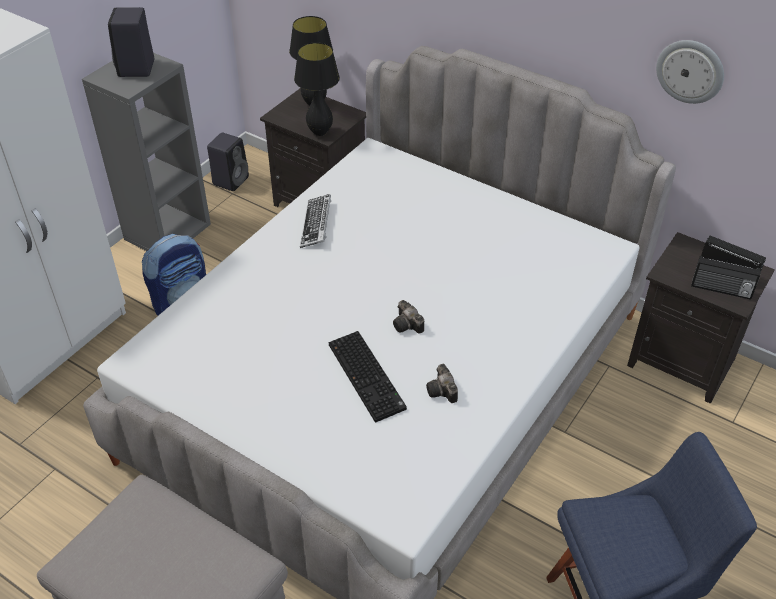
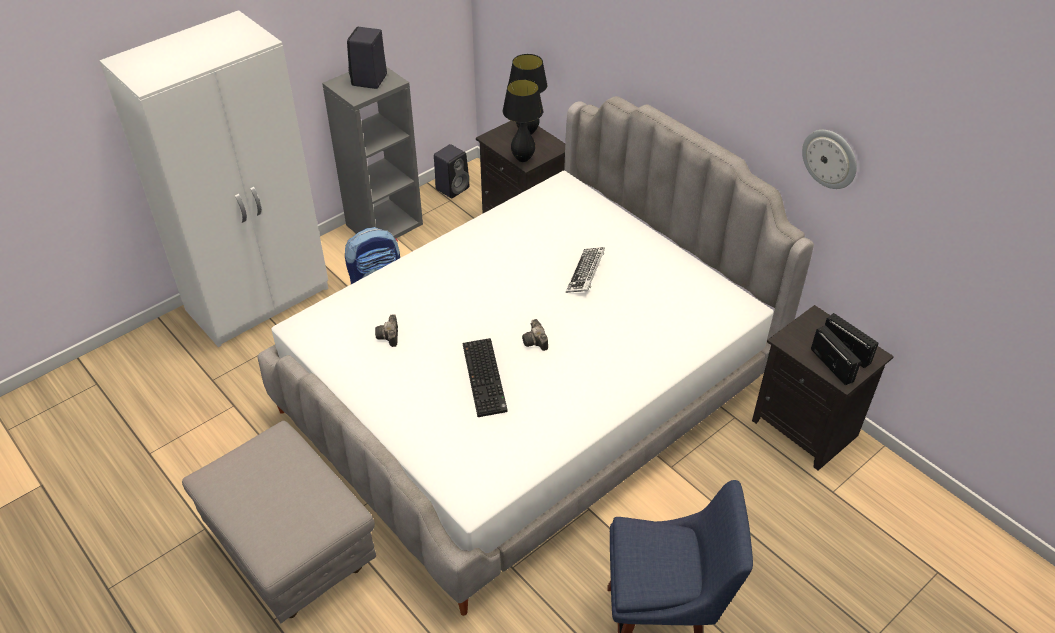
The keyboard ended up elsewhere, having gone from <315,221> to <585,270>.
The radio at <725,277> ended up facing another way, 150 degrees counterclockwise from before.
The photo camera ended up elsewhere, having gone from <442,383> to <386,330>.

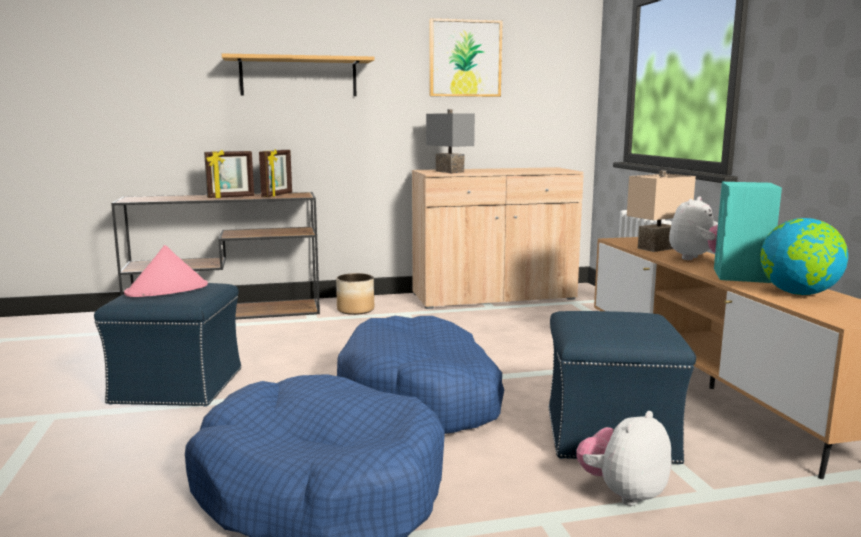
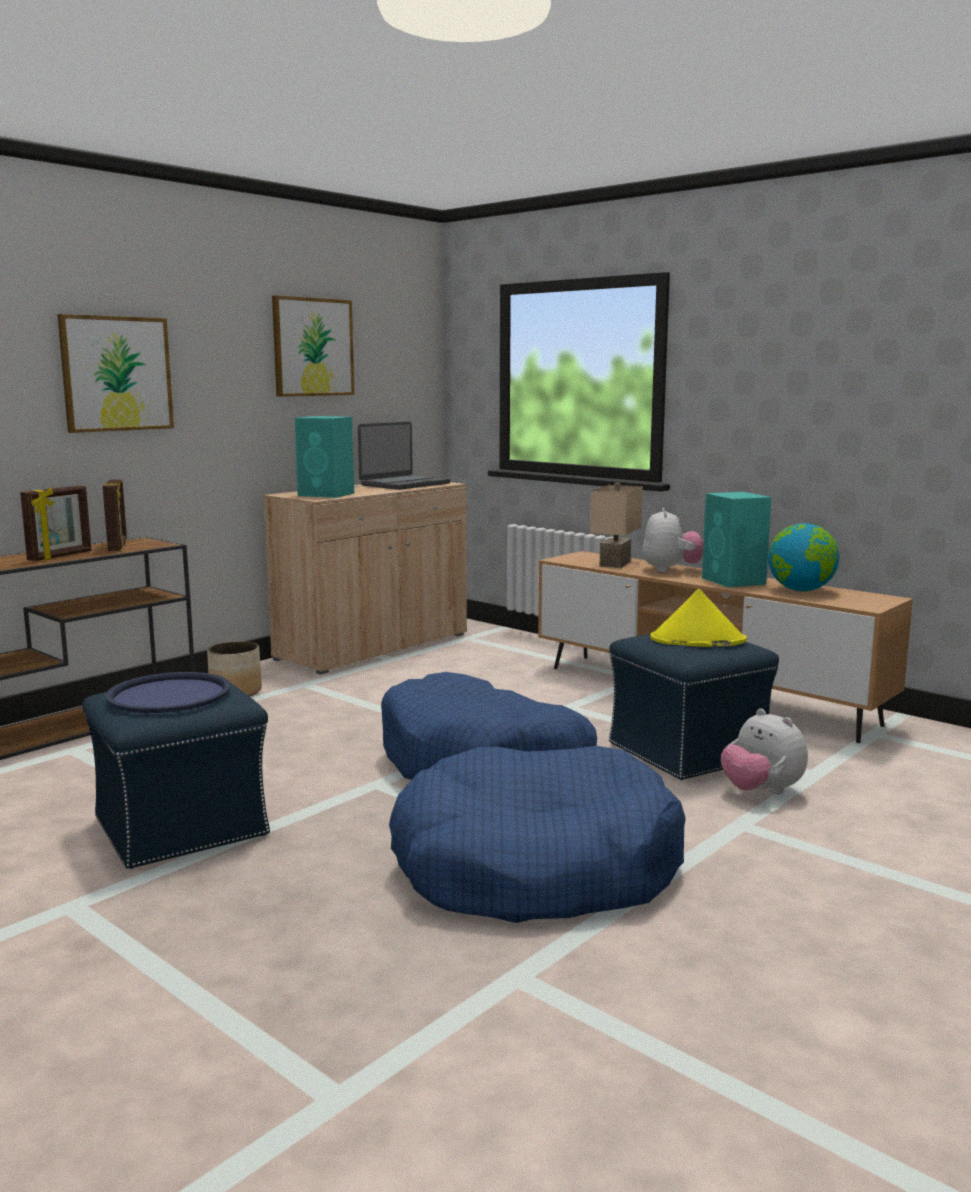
Where the shelf hung at <298,74>, the picture came to hang at <115,373>.
Where the table lamp/grey stood at <450,141>, the speaker/turquoise came to stand at <324,457>.
Where the hat/pink stood at <166,271>, the tray/blue came to stand at <168,692>.
The plush toy at <624,458> ended up facing another way, 45 degrees counterclockwise from before.
The second view gained the laptop at <404,456>.
The second view gained the hat/yellow at <698,618>.

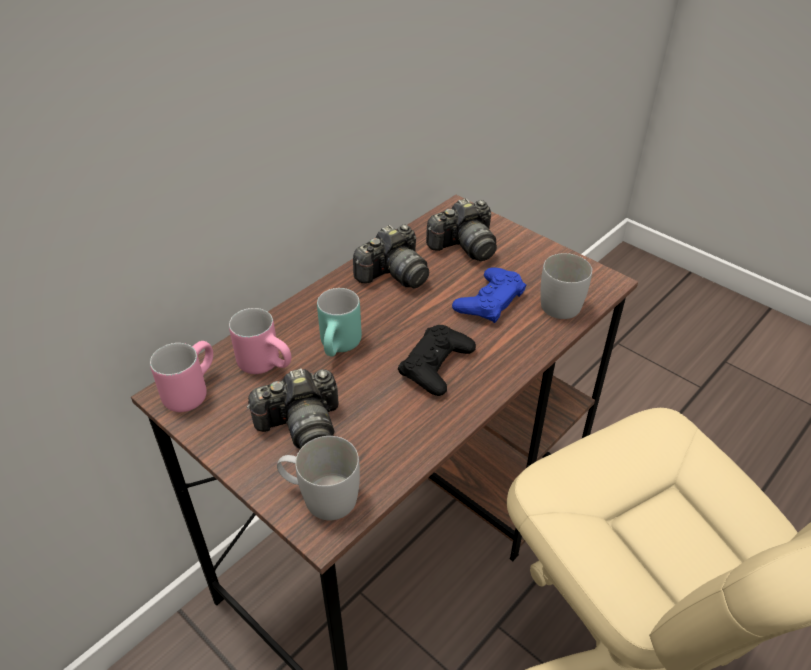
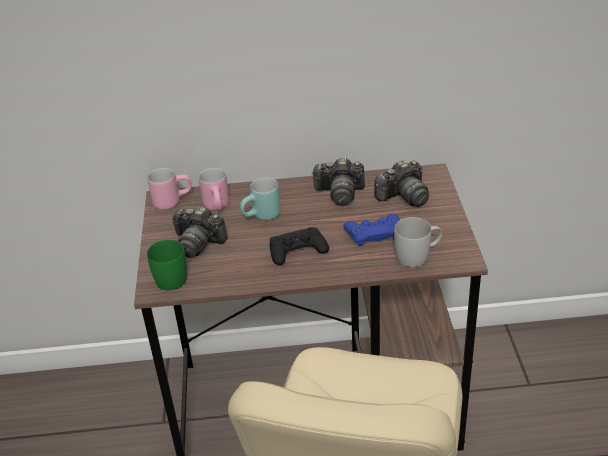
The photo camera at <461,229> ended up facing another way, 45 degrees counterclockwise from before.
What was the mug/white at <318,478> turned into the mug/green at <167,265>.

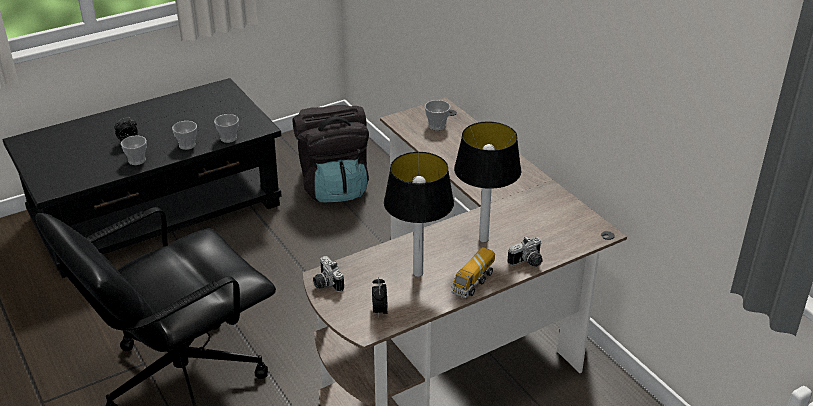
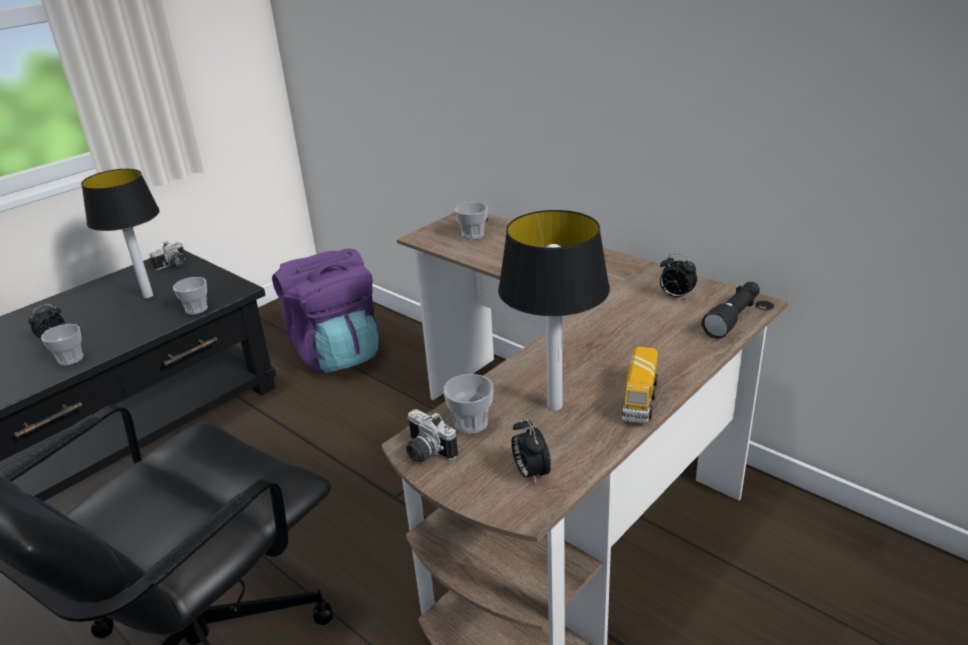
What was the backpack/black at <331,153> turned into the backpack/purple at <325,310>.
The cup ended up elsewhere, having gone from <184,135> to <468,404>.
The table lamp ended up elsewhere, having gone from <488,181> to <120,233>.
The photo camera ended up elsewhere, having gone from <525,251> to <167,255>.
The second view gained the alarm clock at <678,276>.
The second view gained the flashlight/black at <731,310>.

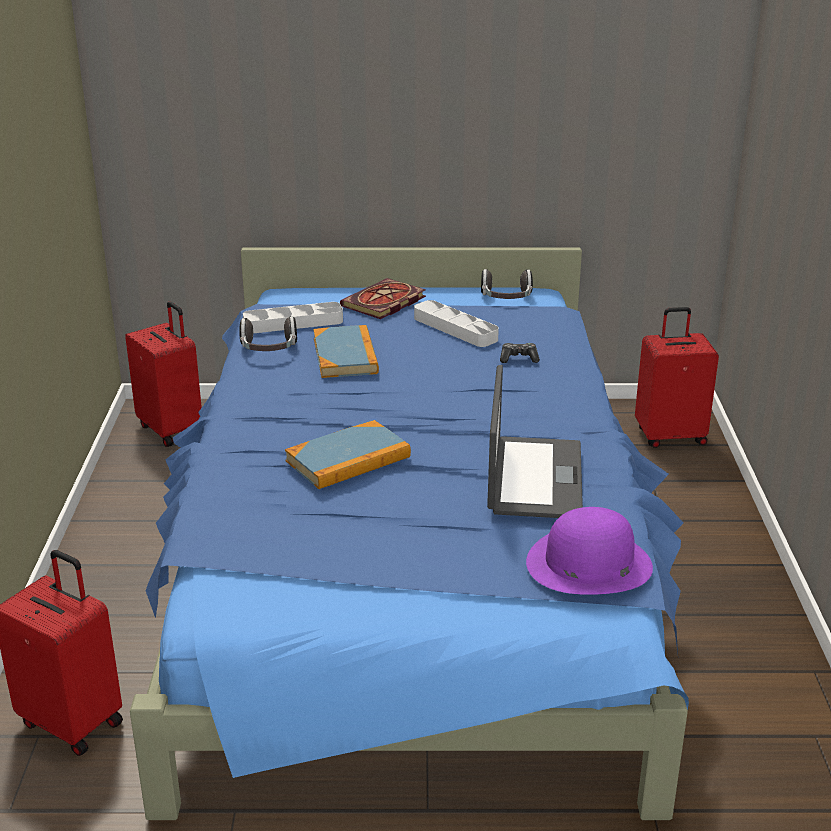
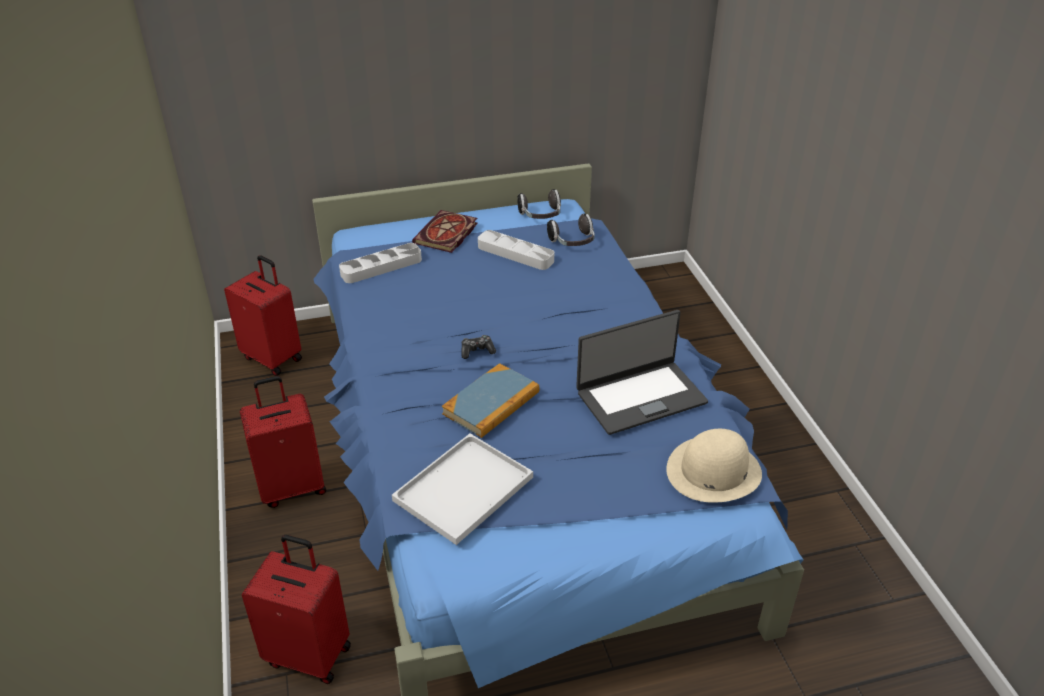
The suitcase/red ended up elsewhere, having gone from <677,377> to <283,442>.
The headphones ended up elsewhere, having gone from <268,333> to <571,230>.
The second view lost the book at <346,351>.
The game controller ended up elsewhere, having gone from <520,353> to <478,347>.
The laptop at <535,441> ended up facing another way, 75 degrees clockwise from before.
What was the hat/purple at <589,551> turned into the hat/beige at <714,466>.
The second view gained the tray/white at <462,489>.

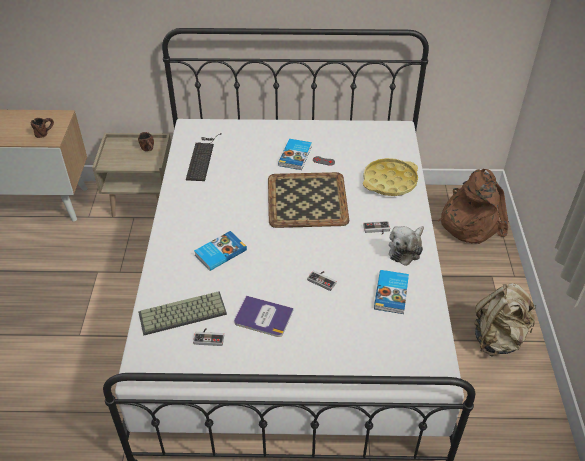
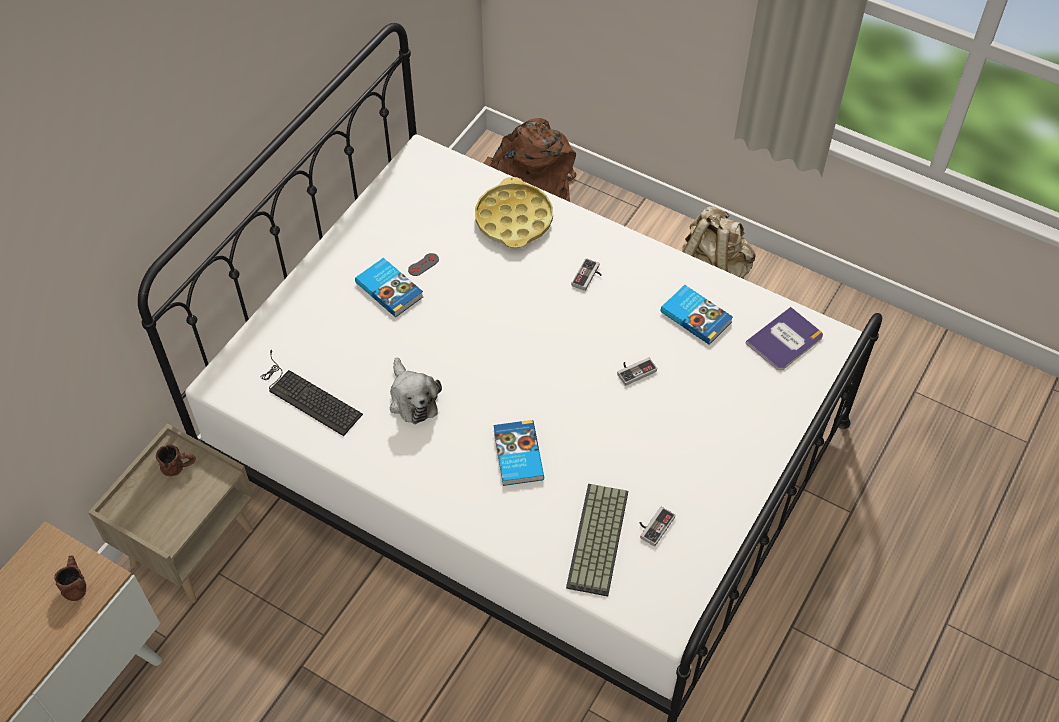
The second view lost the tray at <308,200>.
The plush toy ended up elsewhere, having gone from <406,246> to <416,391>.
The book ended up elsewhere, having gone from <264,316> to <784,338>.

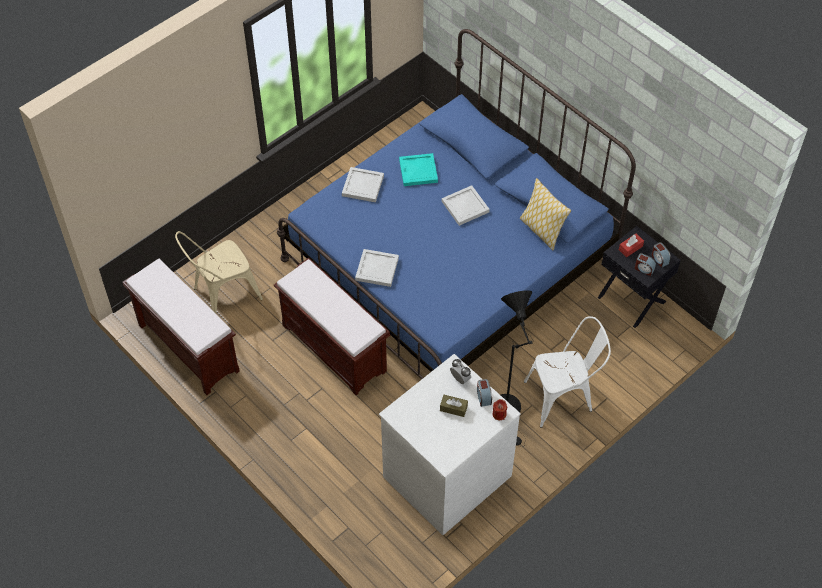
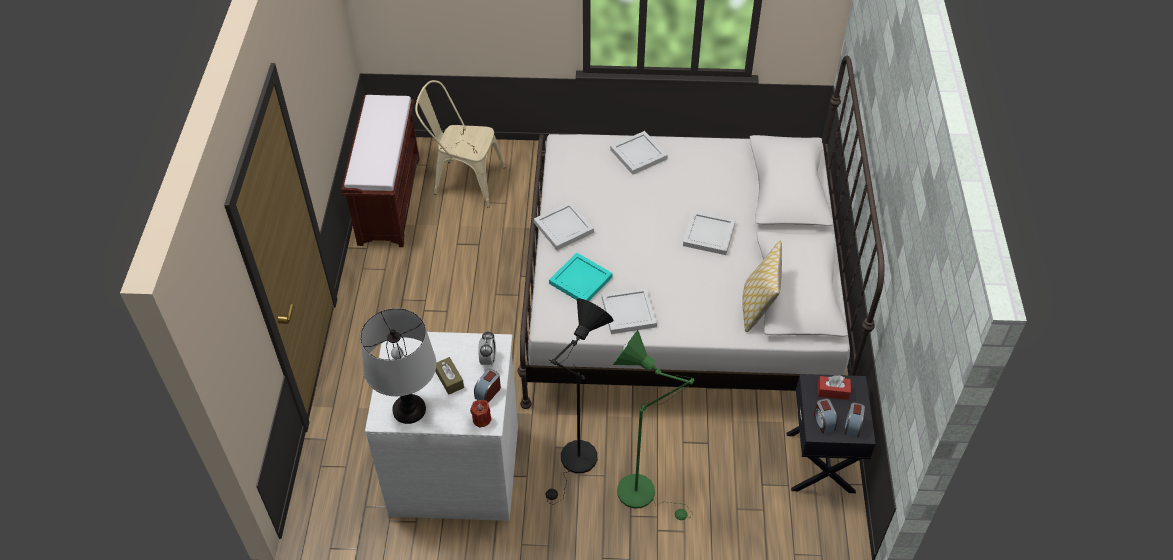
What was the bed/blue at <456,204> turned into the bed/white at <700,232>.
The tray/turquoise ended up elsewhere, having gone from <418,169> to <581,276>.
The second view lost the bench/brown at <332,326>.
Where the chair/white stood at <567,372>, the floor lamp/green came to stand at <653,425>.
The second view gained the tray/white at <629,310>.
The second view gained the table lamp at <398,366>.

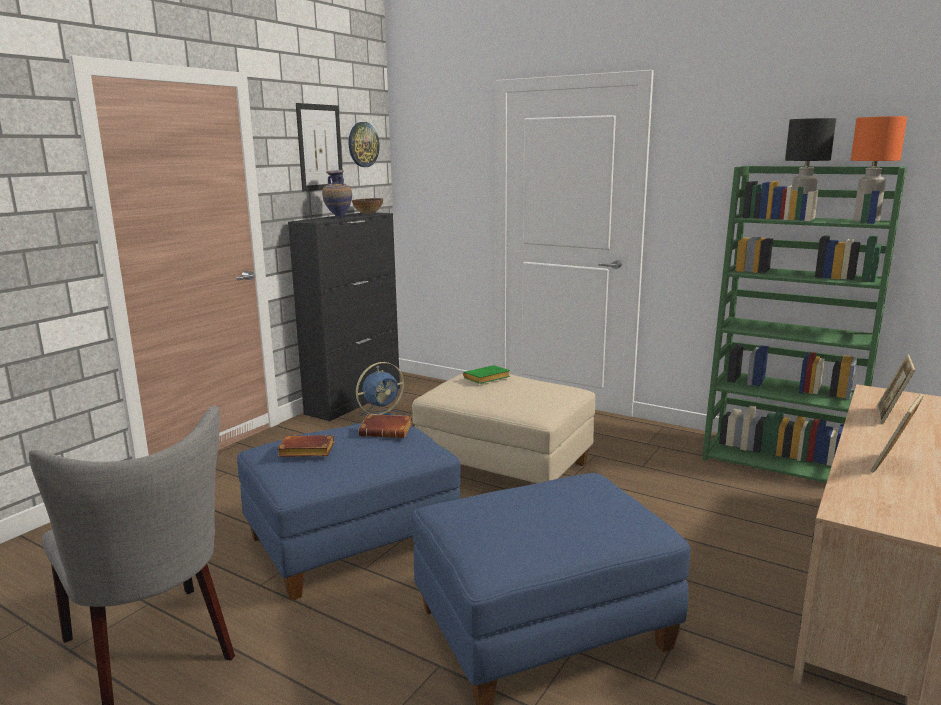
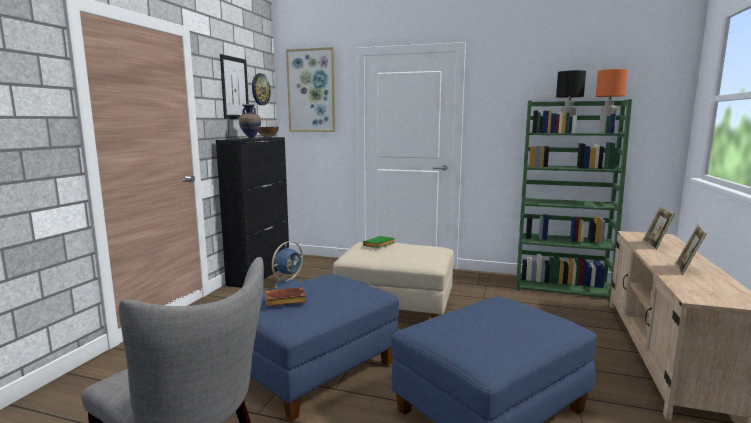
The second view lost the book/brown at <385,426>.
The second view gained the picture at <311,89>.

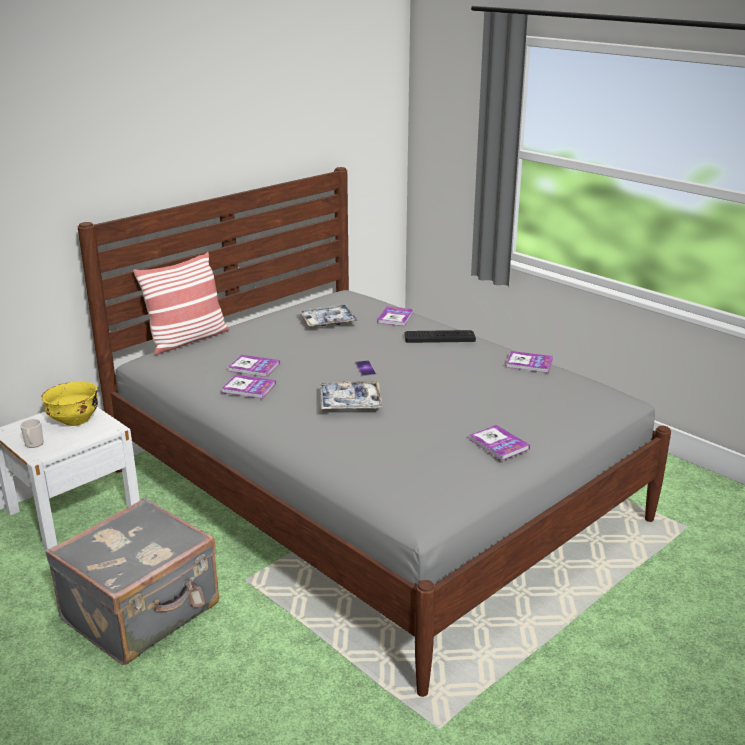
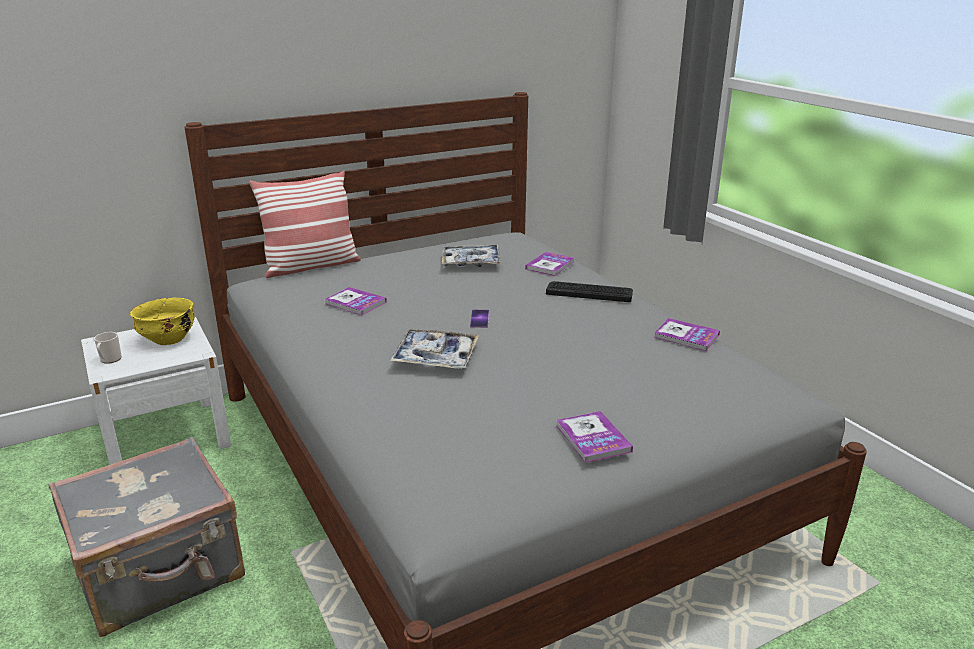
The second view lost the book at <248,387>.

